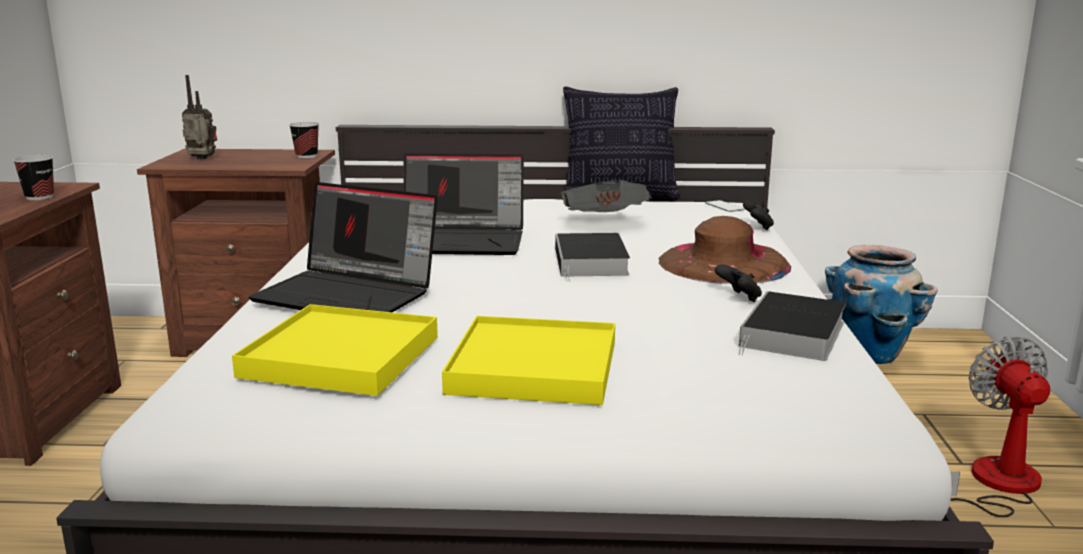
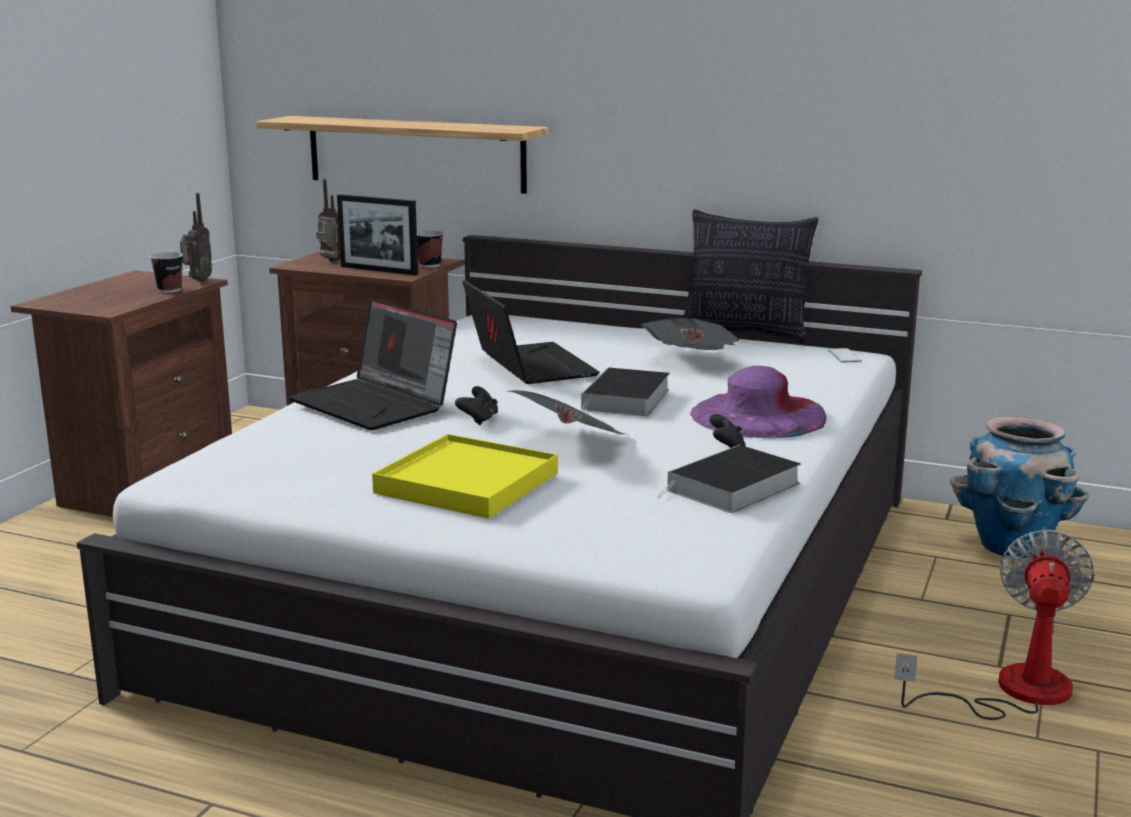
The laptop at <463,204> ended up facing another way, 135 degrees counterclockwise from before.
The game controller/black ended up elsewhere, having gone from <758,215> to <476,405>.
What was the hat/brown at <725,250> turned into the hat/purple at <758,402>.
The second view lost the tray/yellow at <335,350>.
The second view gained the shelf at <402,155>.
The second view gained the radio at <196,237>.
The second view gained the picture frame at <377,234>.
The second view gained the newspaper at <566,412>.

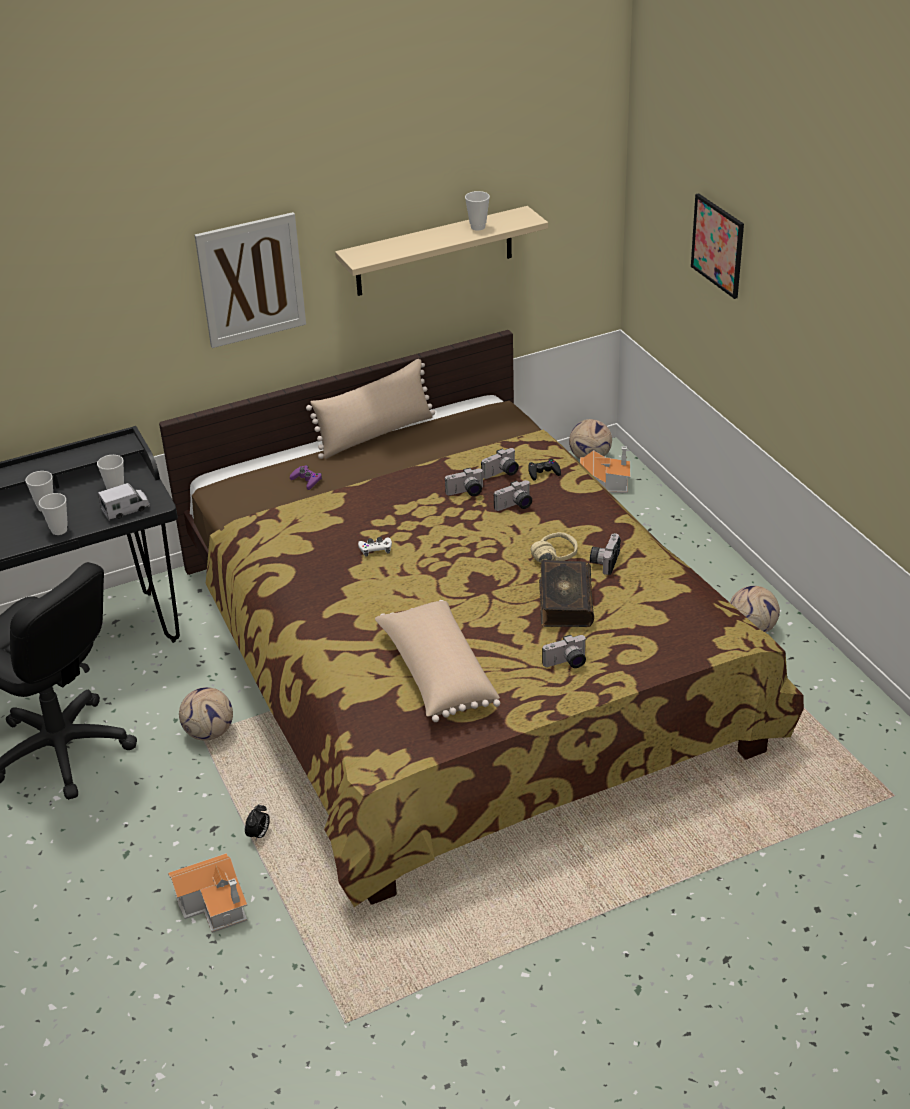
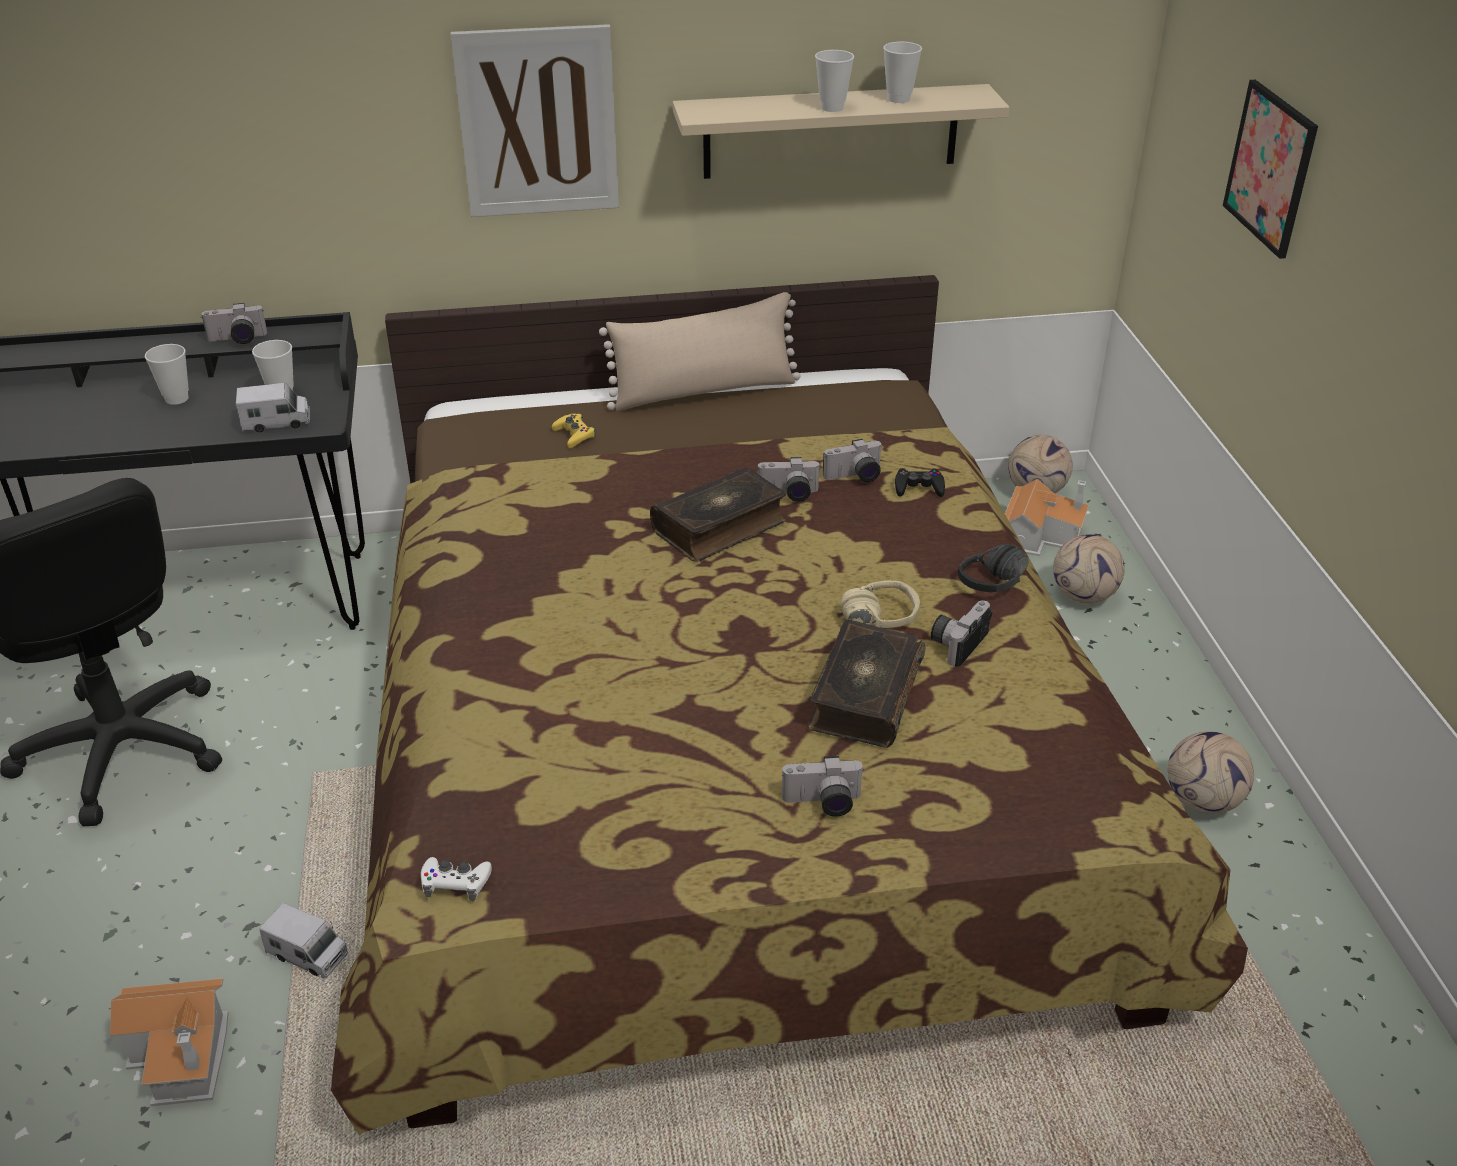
What was the game controller/purple at <306,477> turned into the game controller/yellow at <574,431>.
The photo camera ended up elsewhere, having gone from <513,495> to <234,323>.
The cup ended up elsewhere, having gone from <53,514> to <834,81>.
The game controller/white ended up elsewhere, having gone from <375,547> to <456,879>.
The second view lost the pillow/beige at <437,661>.
The football ended up elsewhere, having gone from <206,714> to <1088,568>.
Where the alarm clock stood at <257,822>, the toy truck came to stand at <303,940>.
The second view gained the book at <718,514>.
The second view gained the headphones/black at <993,568>.

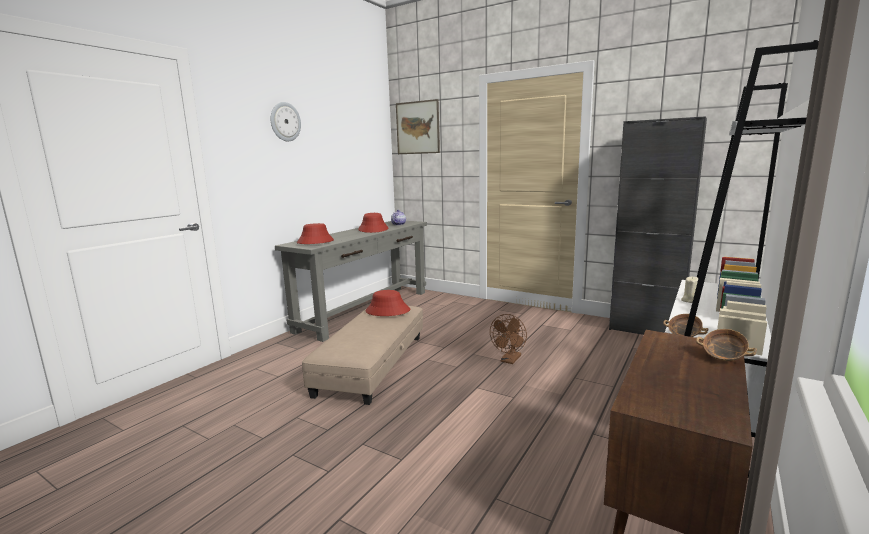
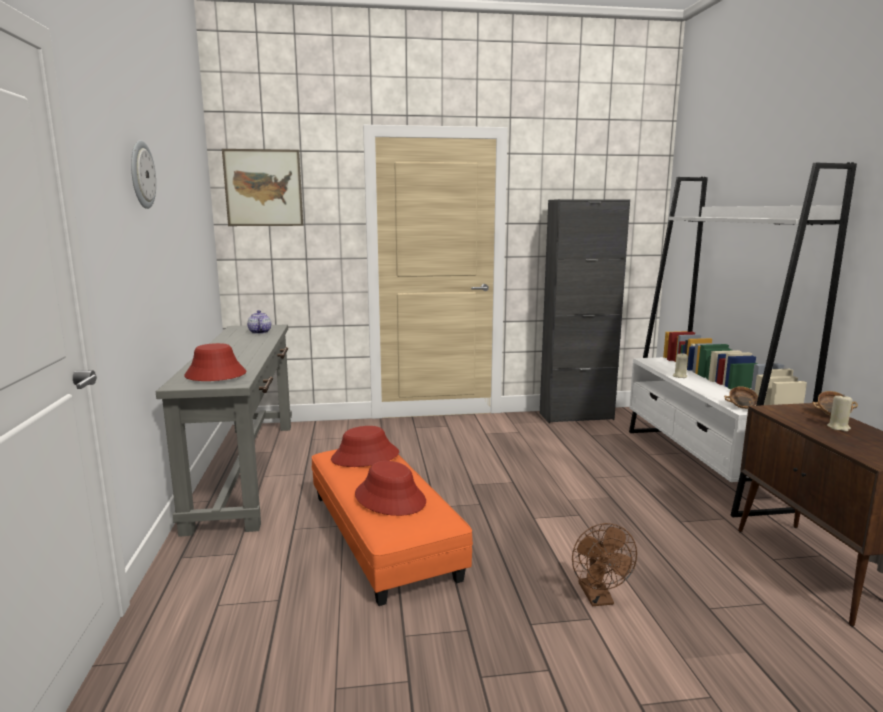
The hat/red ended up elsewhere, having gone from <373,223> to <390,488>.
What was the ottoman/beige at <362,355> turned into the ottoman/orange at <392,527>.
The fan/brown ended up elsewhere, having gone from <508,339> to <604,564>.
The second view gained the candle/beige at <840,413>.

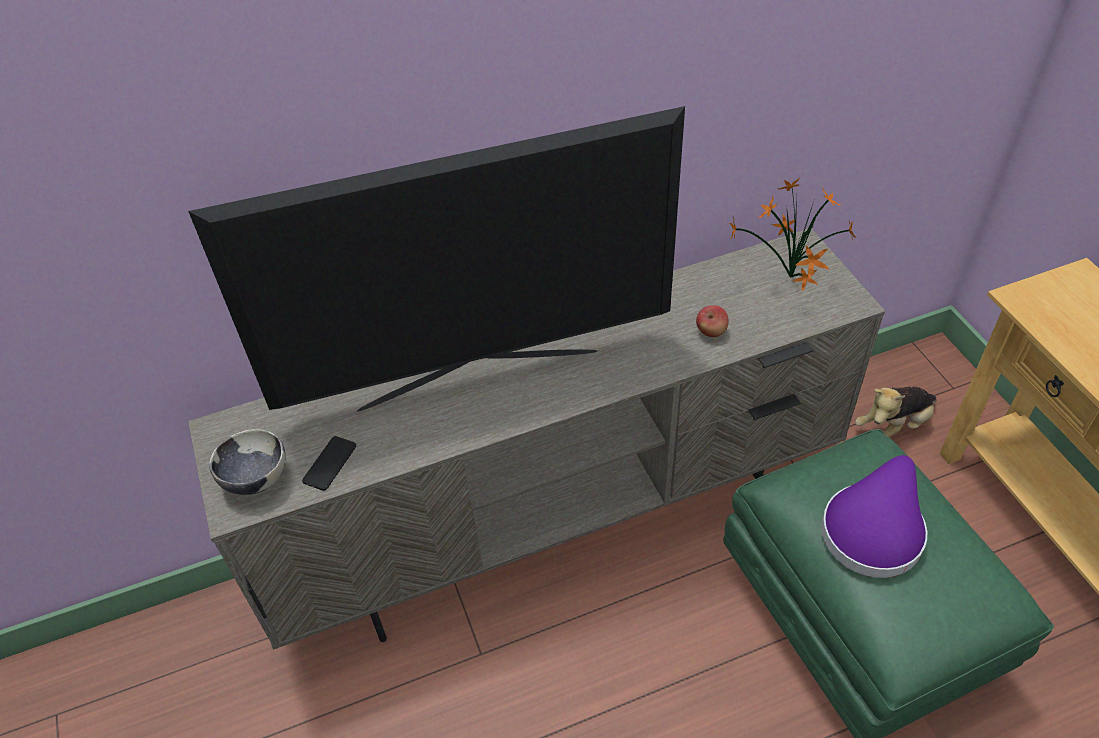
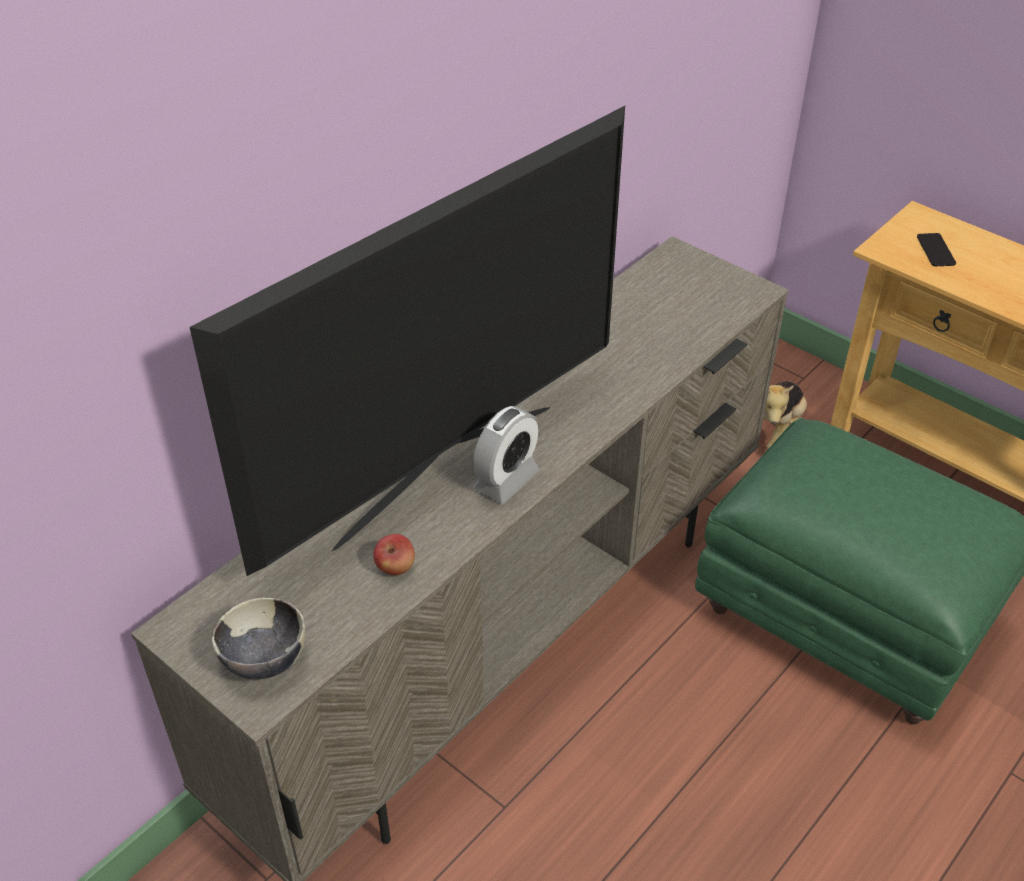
The second view lost the potted plant at <792,234>.
The apple ended up elsewhere, having gone from <712,321> to <394,554>.
The phone ended up elsewhere, having gone from <329,463> to <936,249>.
The second view lost the hat/purple at <874,516>.
The second view gained the alarm clock at <506,455>.

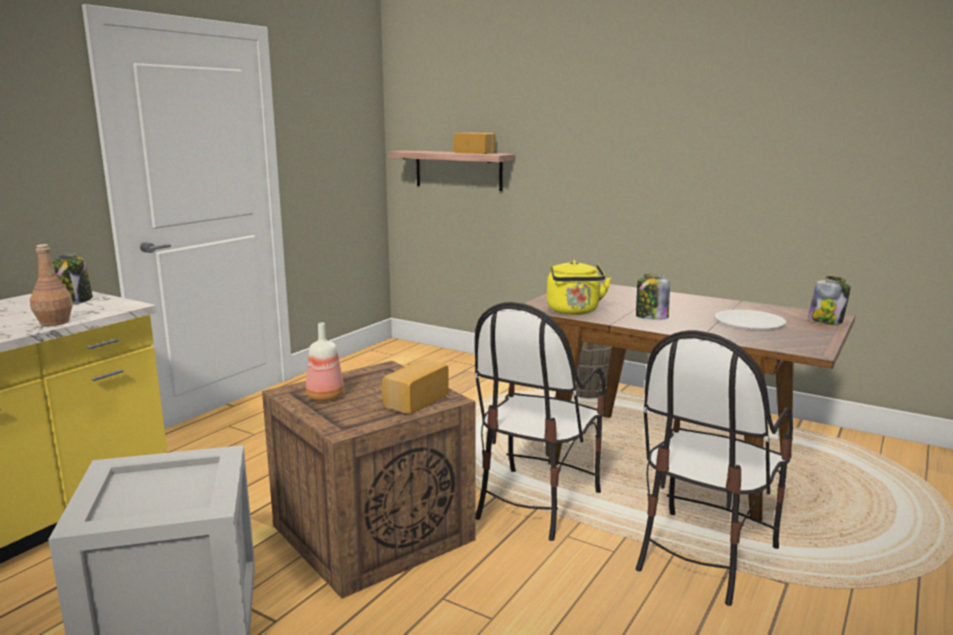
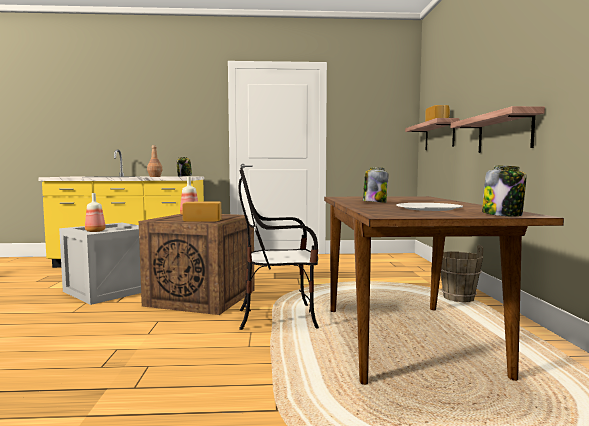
The second view lost the kettle/yellow at <579,287>.
The second view lost the chair at <714,468>.
The second view gained the shelf at <498,129>.
The second view gained the bottle at <95,212>.

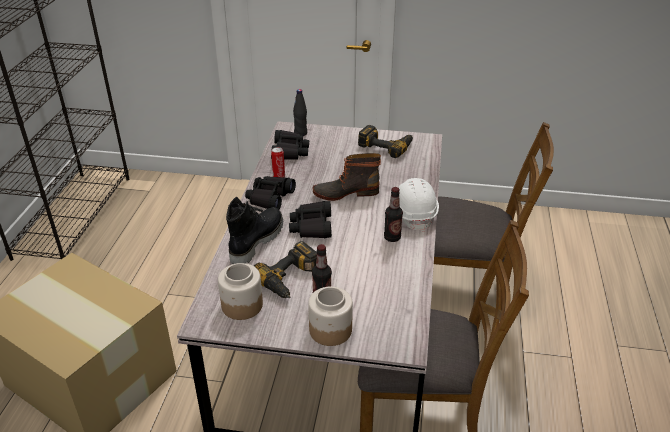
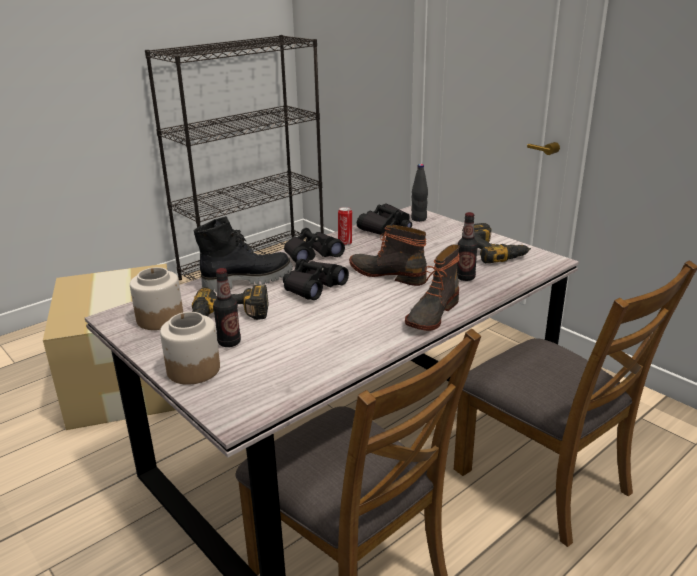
Where the hard hat/white stood at <418,205>, the boot came to stand at <432,287>.
The bottle ended up elsewhere, having gone from <393,214> to <467,246>.

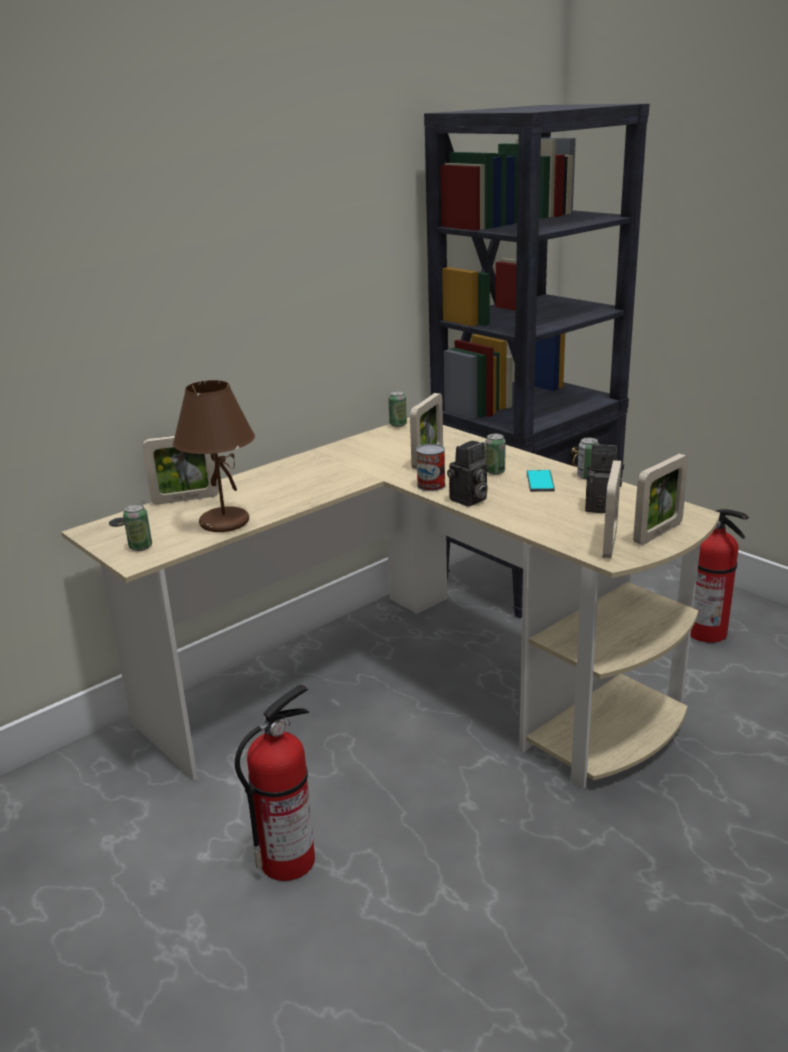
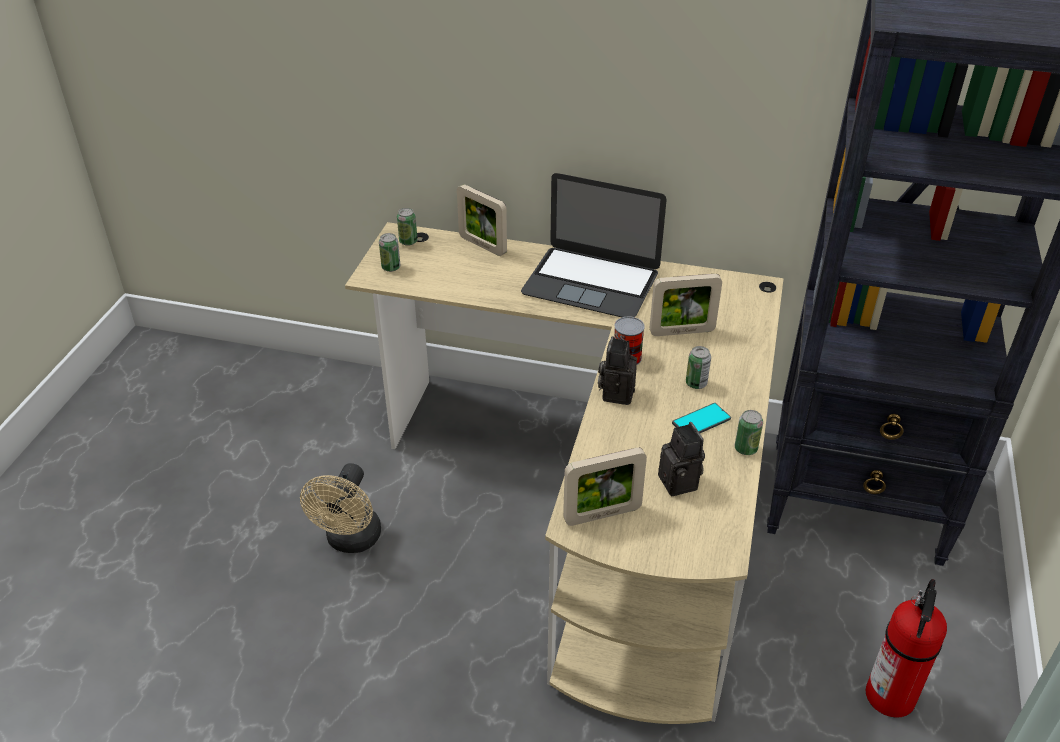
The second view lost the table lamp/brown at <214,456>.
The can ended up elsewhere, having gone from <397,409> to <407,227>.
The photo camera at <467,474> ended up facing another way, 90 degrees clockwise from before.
The second view lost the picture frame at <661,499>.
Where the fire extinguisher stood at <275,783>, the fan/beige came to stand at <340,508>.
The second view gained the laptop at <594,245>.

